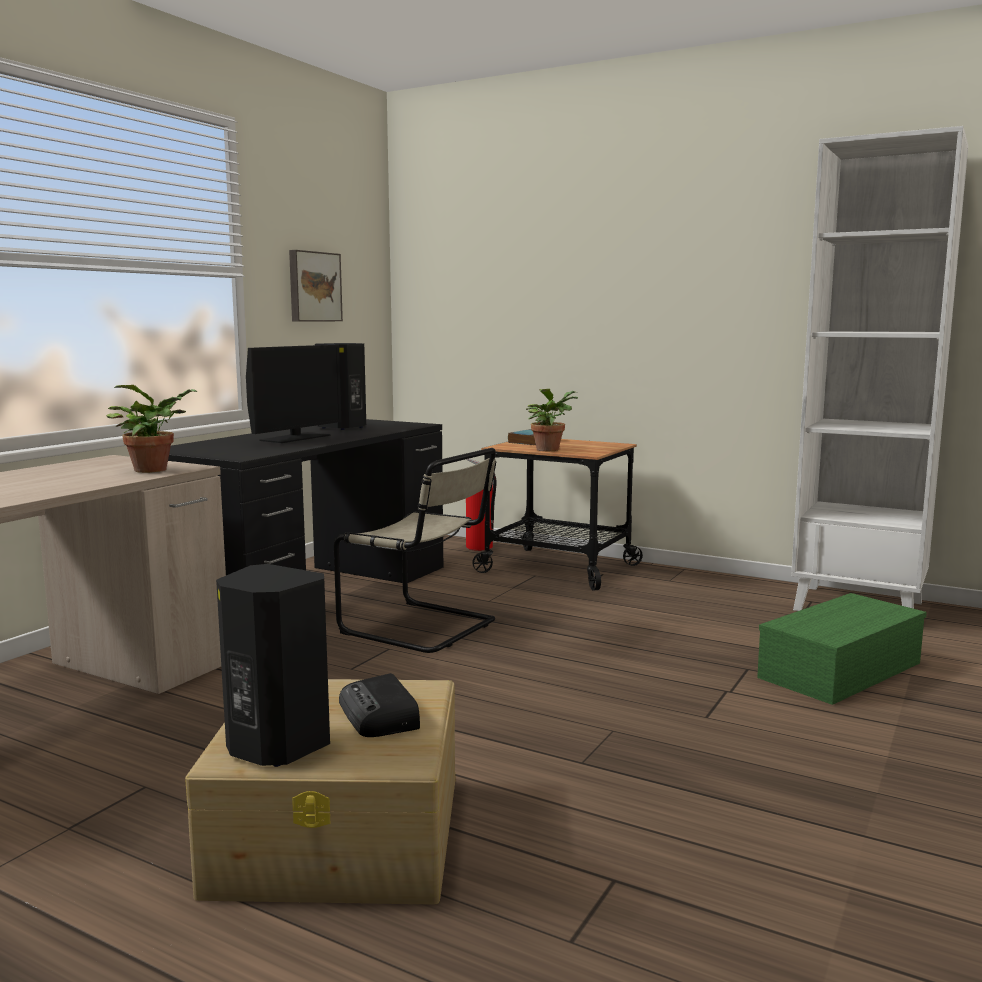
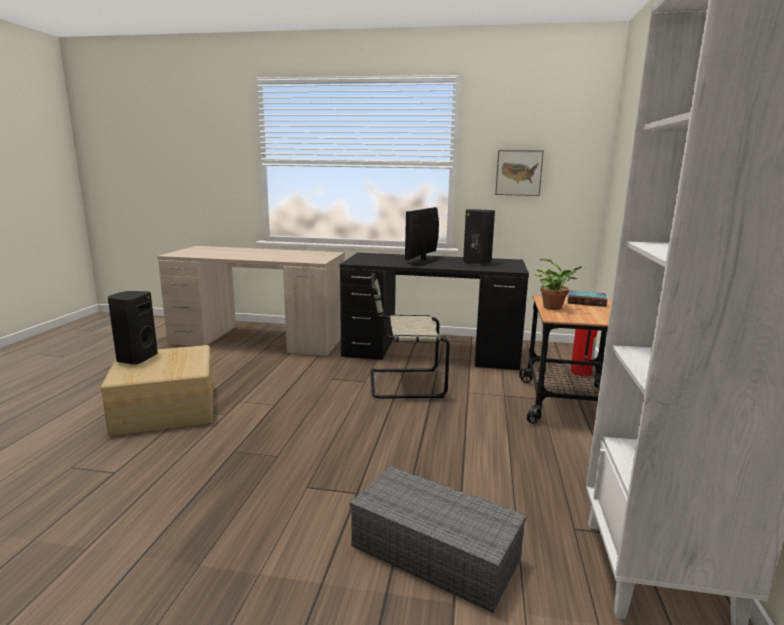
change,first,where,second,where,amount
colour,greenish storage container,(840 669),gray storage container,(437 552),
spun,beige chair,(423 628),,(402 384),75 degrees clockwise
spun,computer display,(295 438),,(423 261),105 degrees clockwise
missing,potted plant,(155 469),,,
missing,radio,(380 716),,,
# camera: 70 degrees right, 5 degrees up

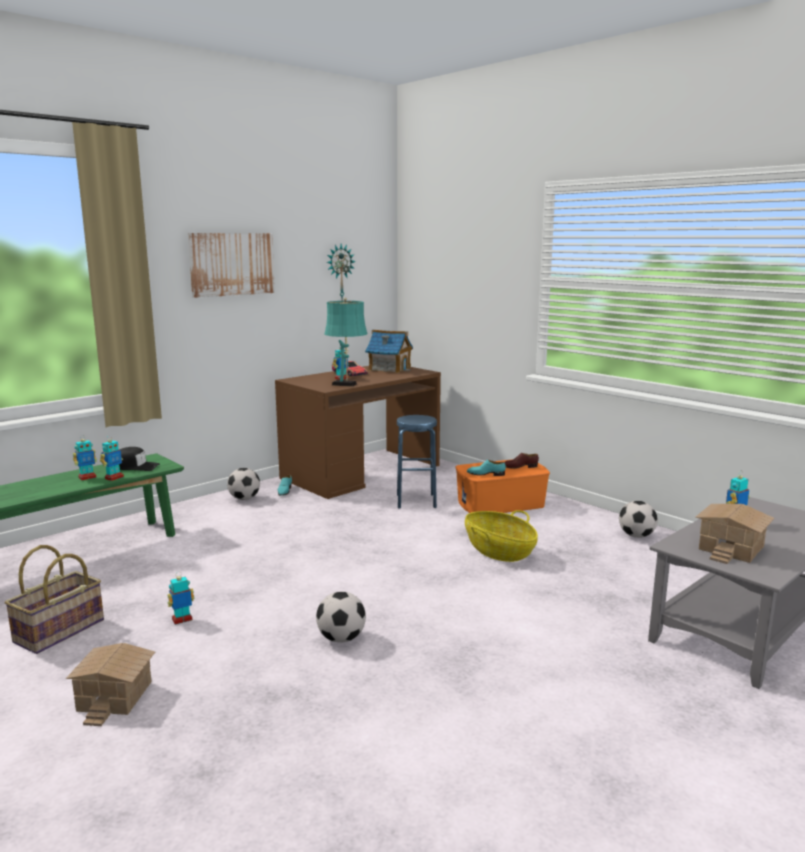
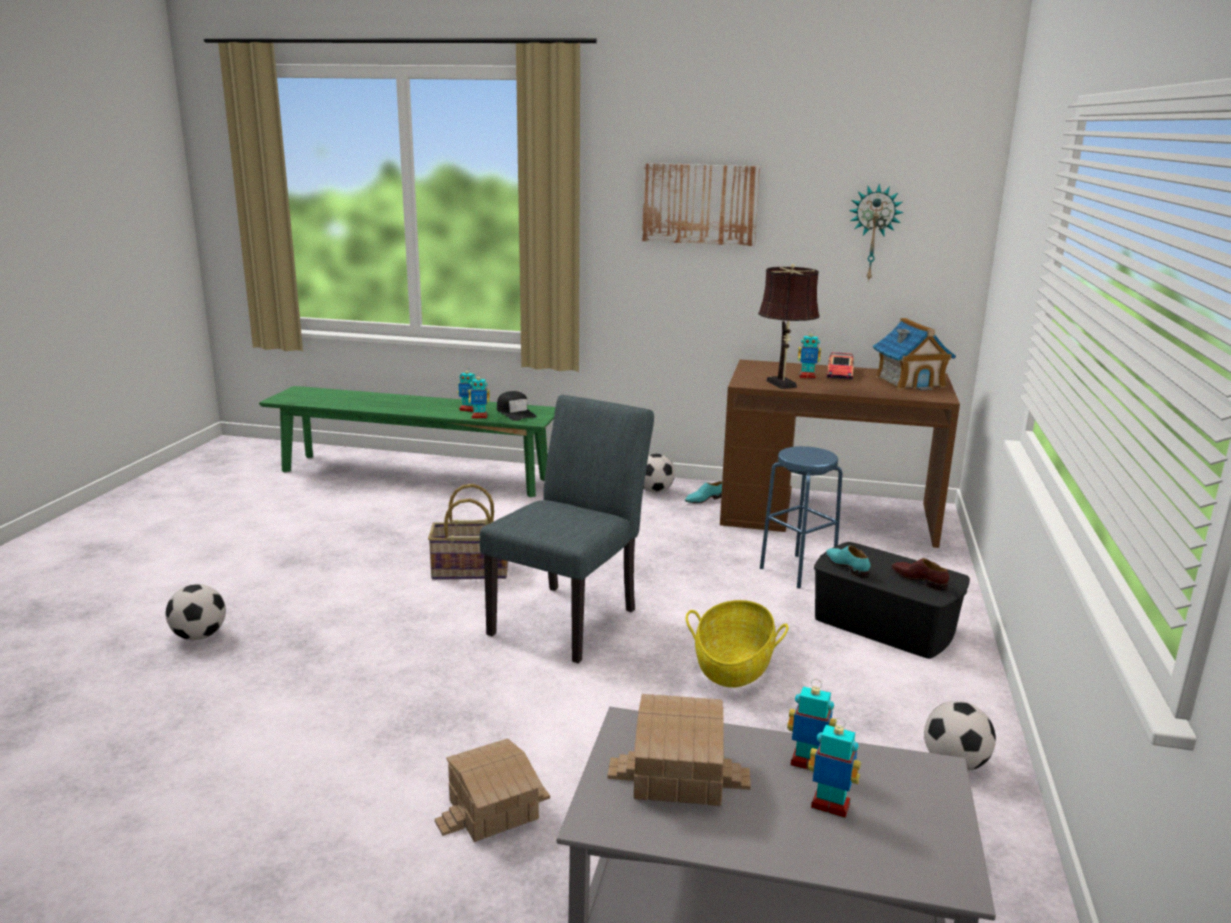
change,first,where,second,where,amount
relocated,ball for football,(341 638),,(199 636),
relocated,household basket,(60 631),,(470 571),
relocated,model house,(113 696),,(492 808),
appeared,,,gray chair,(570 617),
colour,turquoise lamp for a table,(346 384),brown lamp for a table,(782 385),
relocated,model robot,(182 620),,(830 806),
colour,orange-coloured storage container,(501 504),black-coloured storage container,(884 625),
# camera: 55 degrees right, 5 degrees up

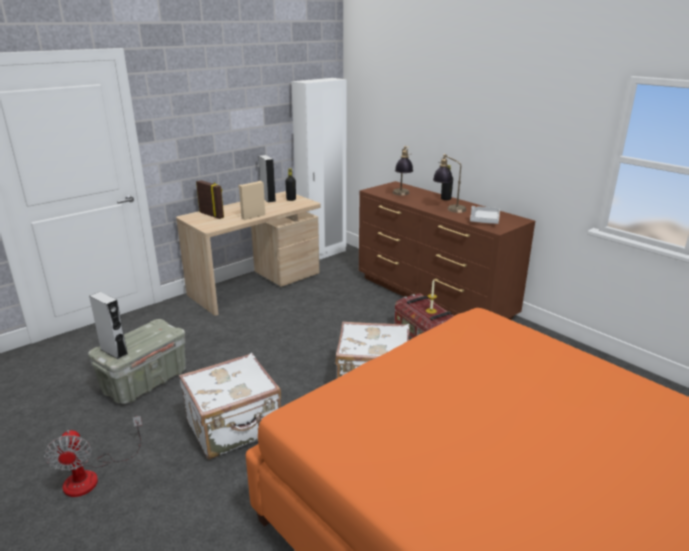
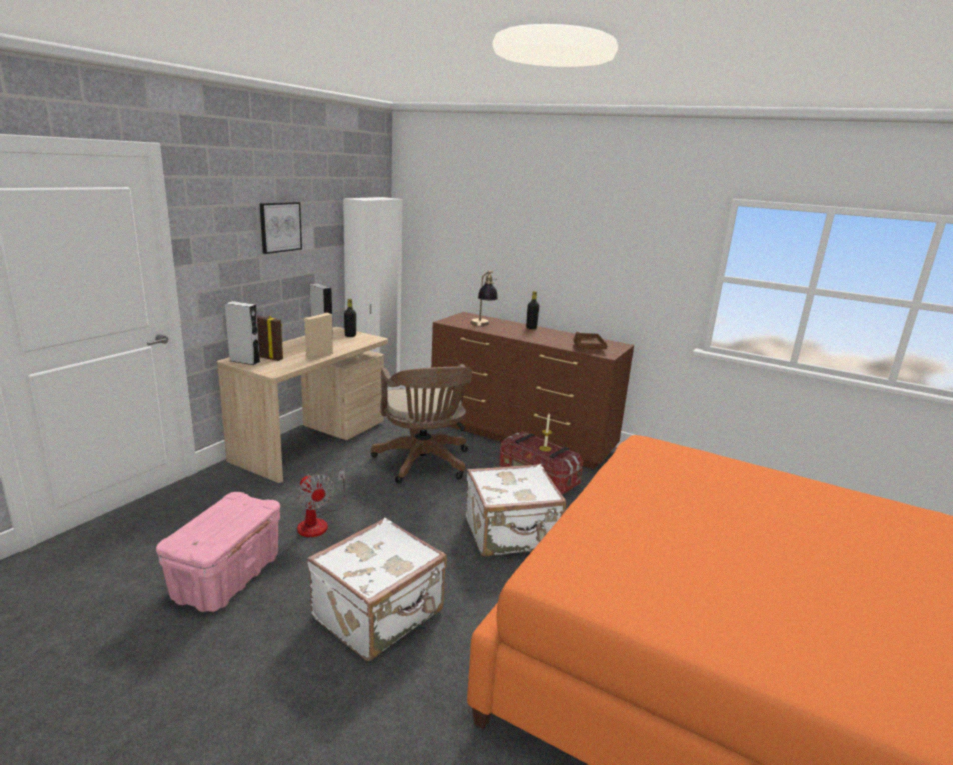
change,first,where,second,where,amount
colour,gray storage container,(145 381),pink-coloured storage container,(227 577),
relocated,gray audio speaker,(114 351),,(244 361),
appeared,,,wall art,(280 227),
relocated,fan,(92 476),,(318 522),
appeared,,,brown computer chair,(423 464),
colour,gray carrying tray,(484 220),brown carrying tray,(587 347),
missing,lamp for a table,(448 209),,,
# camera: 20 degrees left, 5 degrees down

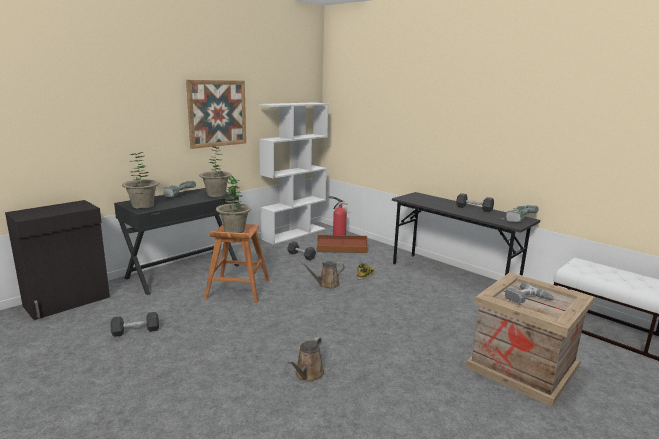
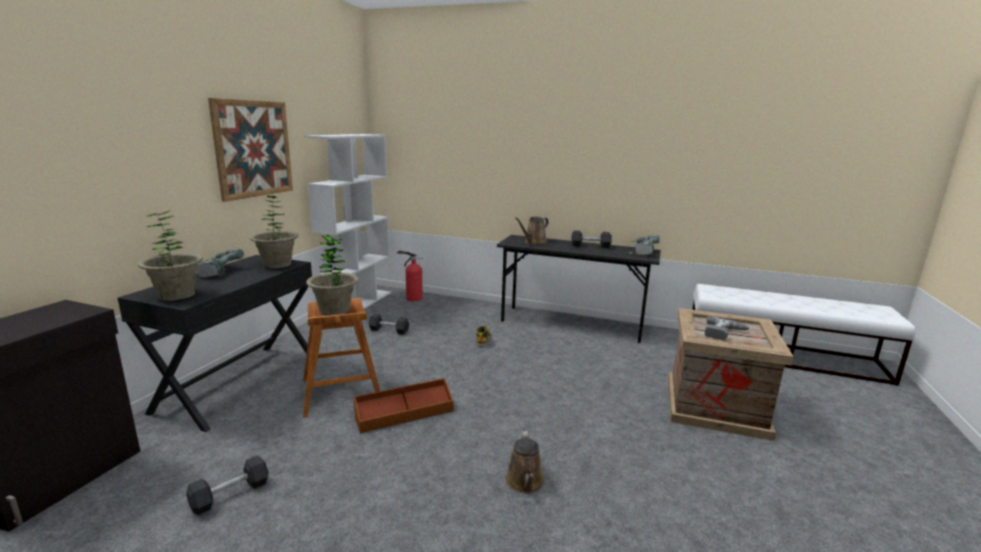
change,first,where,second,where,amount
relocated,brown storage container,(341 249),,(404 414),
relocated,brown sprinkling can,(326 284),,(534 242),
# camera: 25 degrees left, 0 degrees up

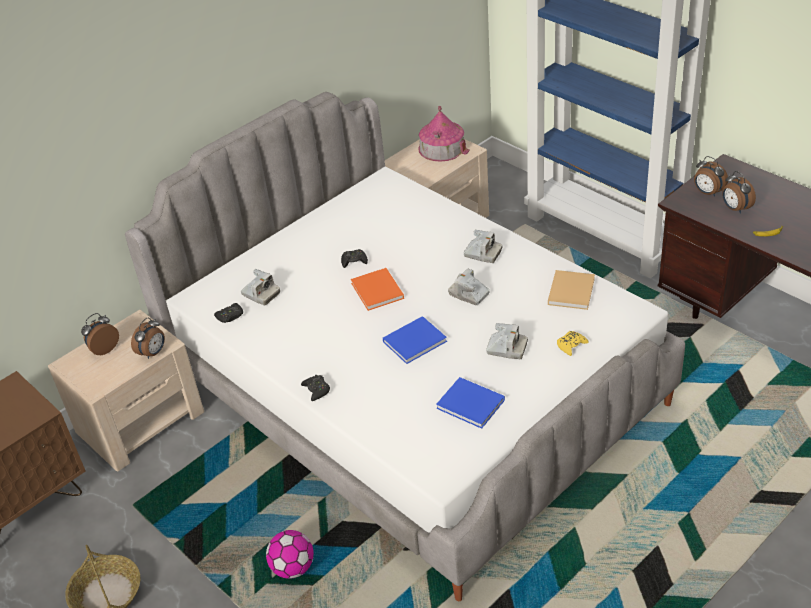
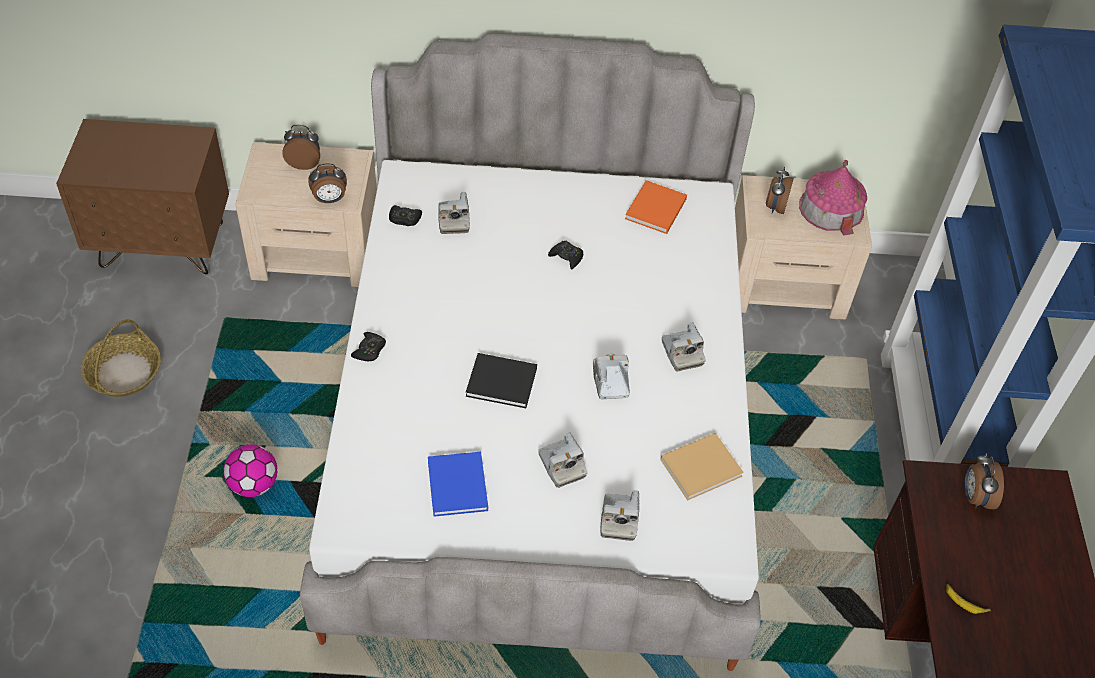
change,first,where,second,where,amount
colour,blue-coloured book,(416 341),black-coloured book,(503 383),
exchanged,yellow-coloured joypad,(571 345),still camera,(619 519),
relocated,orange-coloured book,(378 292),,(655 210),
relocated,table clock,(735 208),,(775 207),
# camera: 40 degrees right, 10 degrees up

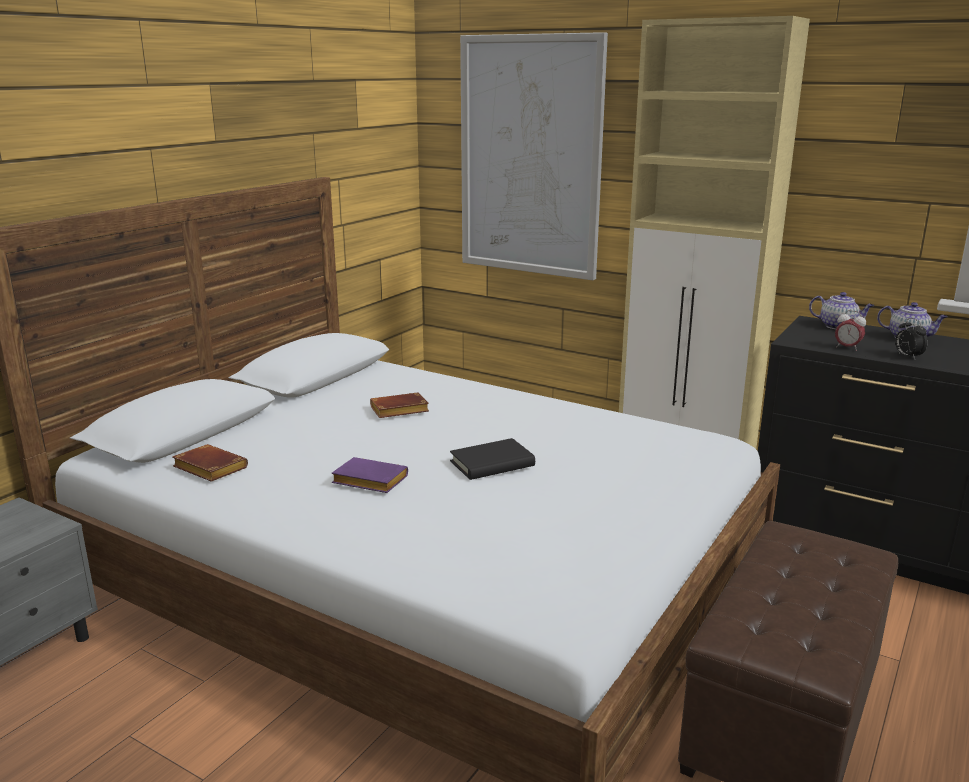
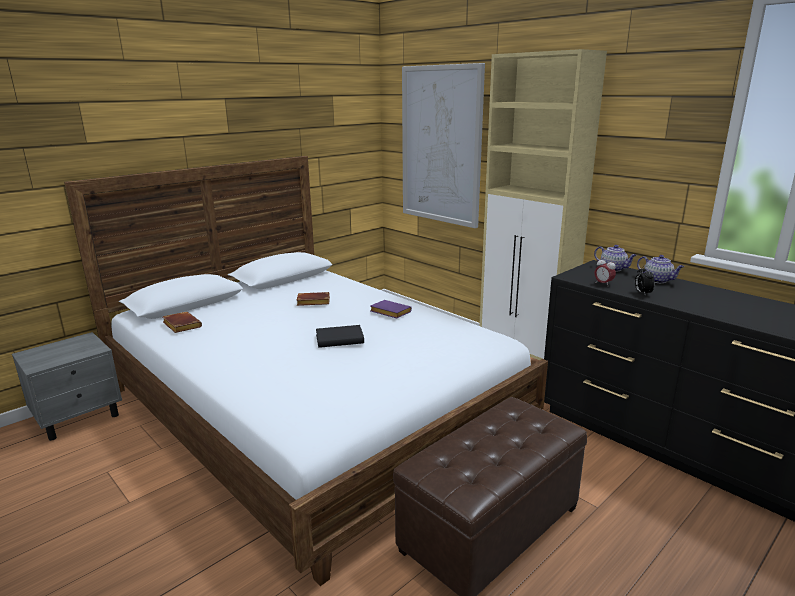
change,first,where,second,where,amount
relocated,purple book,(367 481),,(389 312),
# camera: 15 degrees right, 0 degrees up

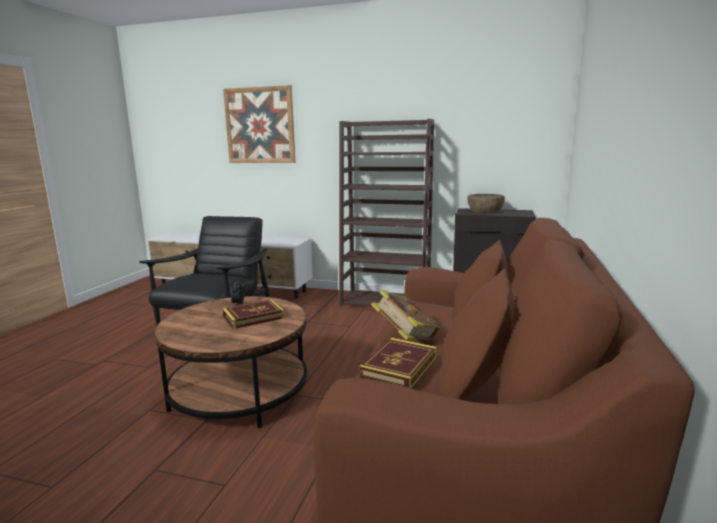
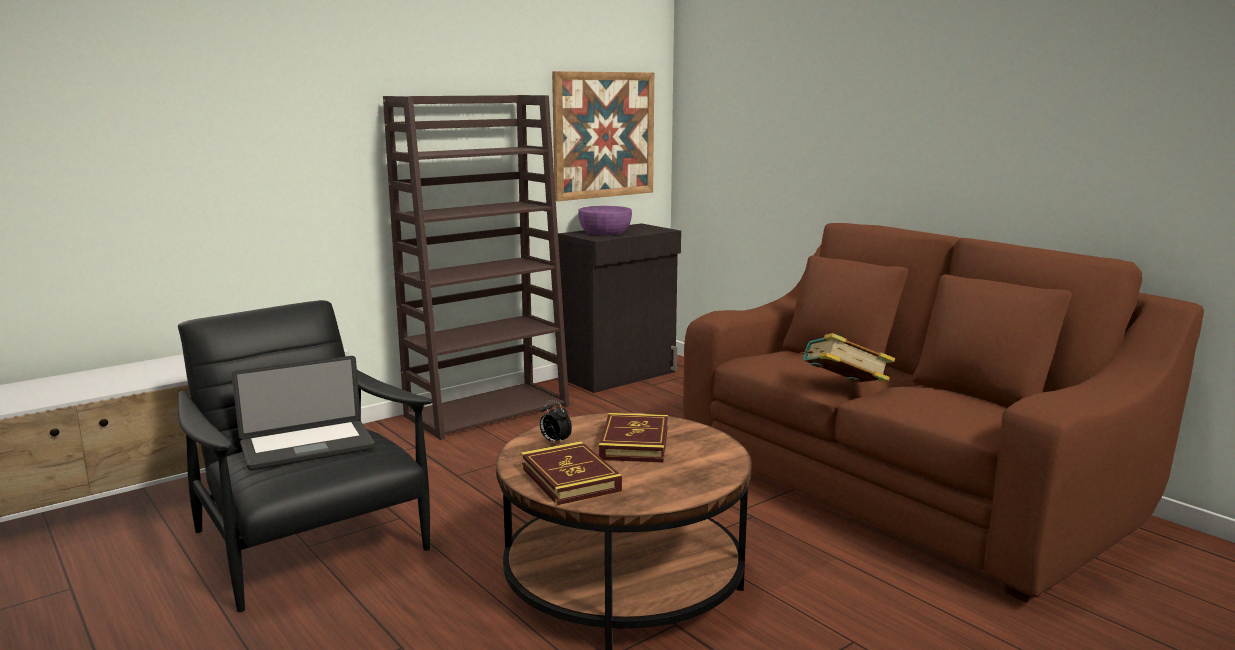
change,first,where,second,where,amount
appeared,,,laptop,(307 447),
relocated,book,(399 367),,(570 479),
relocated,wall art,(259 125),,(604 135),
colour,brown bowl,(485 211),purple bowl,(605 232),
# camera: 55 degrees left, 0 degrees up

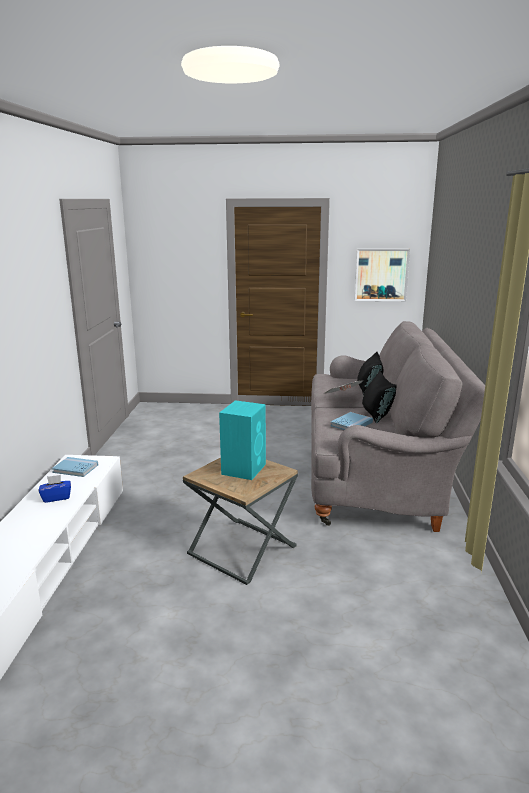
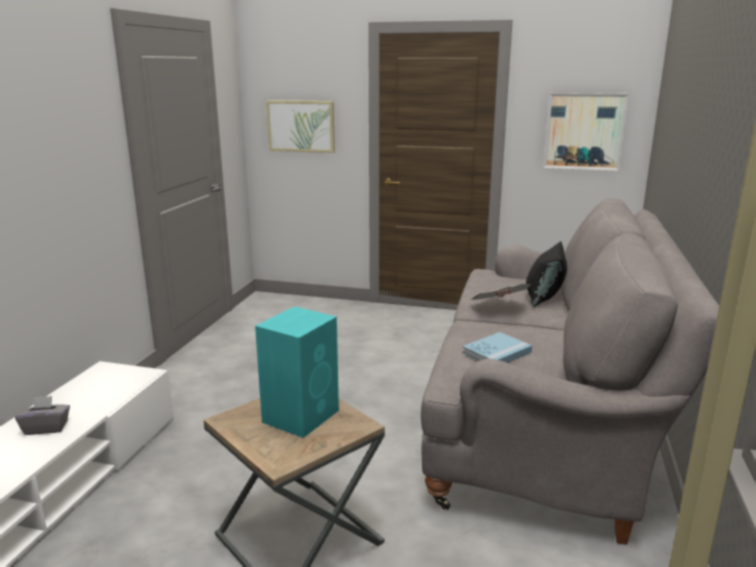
change,first,where,second,where,amount
colour,blue-coloured tissue box,(56 497),gray tissue box,(46 428),
appeared,,,wall art,(301 126),
missing,blue-coloured book,(75 468),,,
missing,black-coloured cushion,(376 415),,,
# camera: 10 degrees right, 0 degrees up

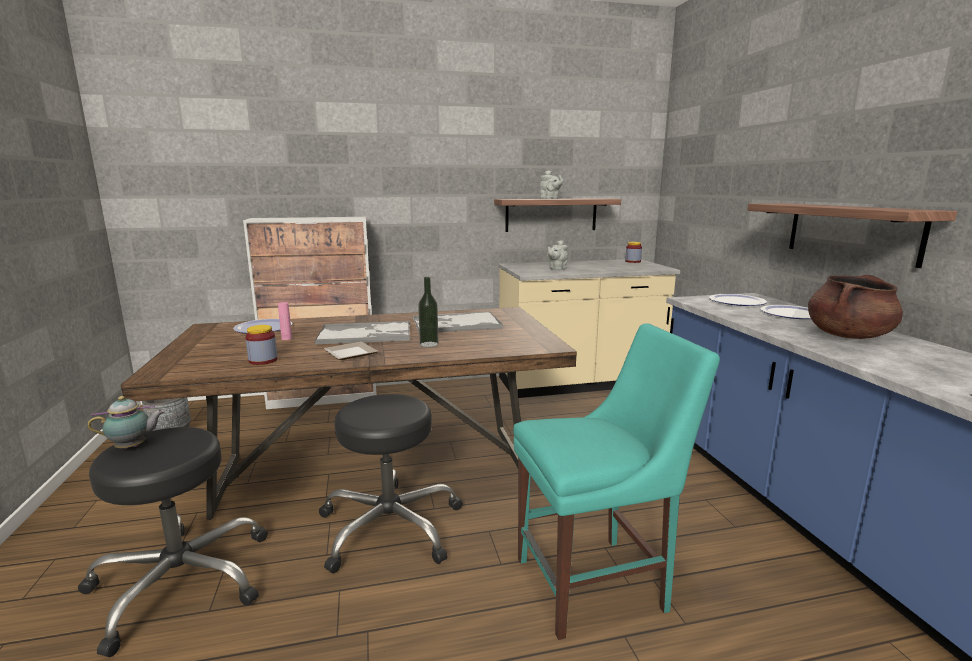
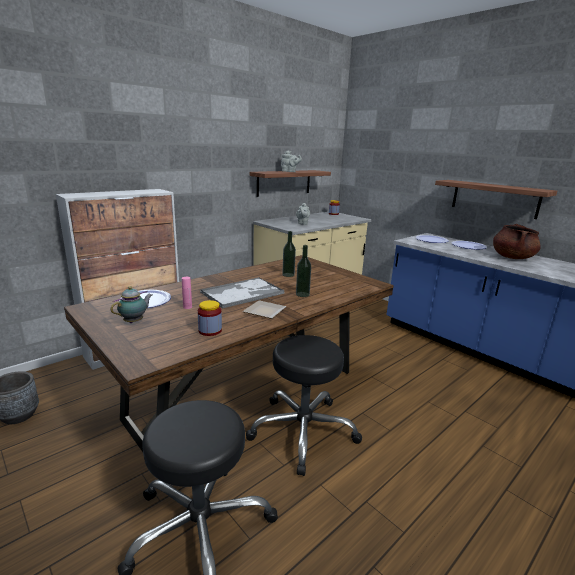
change,first,where,second,where,amount
relocated,tea pot,(133 447),,(135 321),
exchanged,carrying tray,(455 324),drink bottle,(288 275),
missing,turquoise chair,(597 583),,,
# camera: 30 degrees left, 5 degrees up

